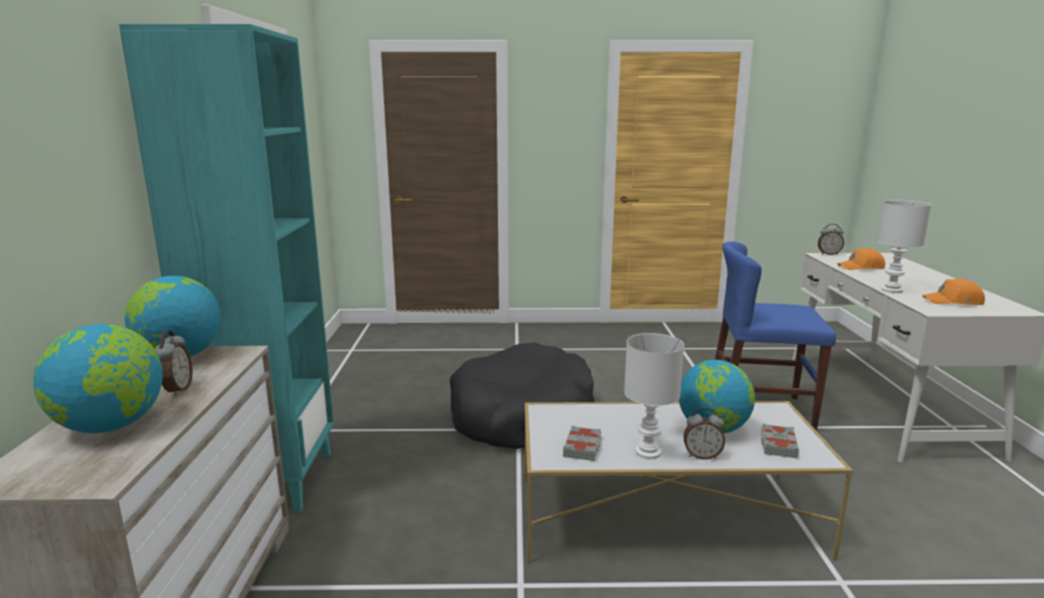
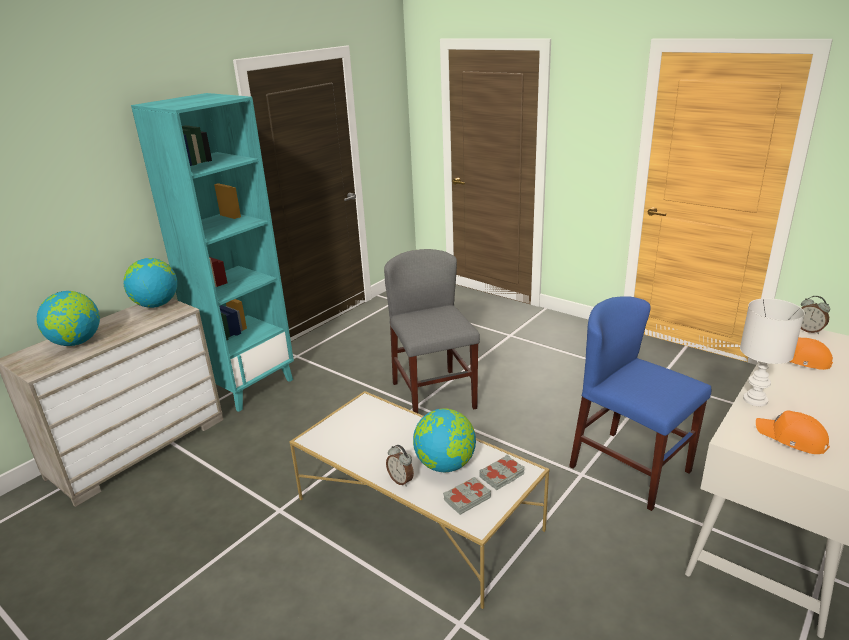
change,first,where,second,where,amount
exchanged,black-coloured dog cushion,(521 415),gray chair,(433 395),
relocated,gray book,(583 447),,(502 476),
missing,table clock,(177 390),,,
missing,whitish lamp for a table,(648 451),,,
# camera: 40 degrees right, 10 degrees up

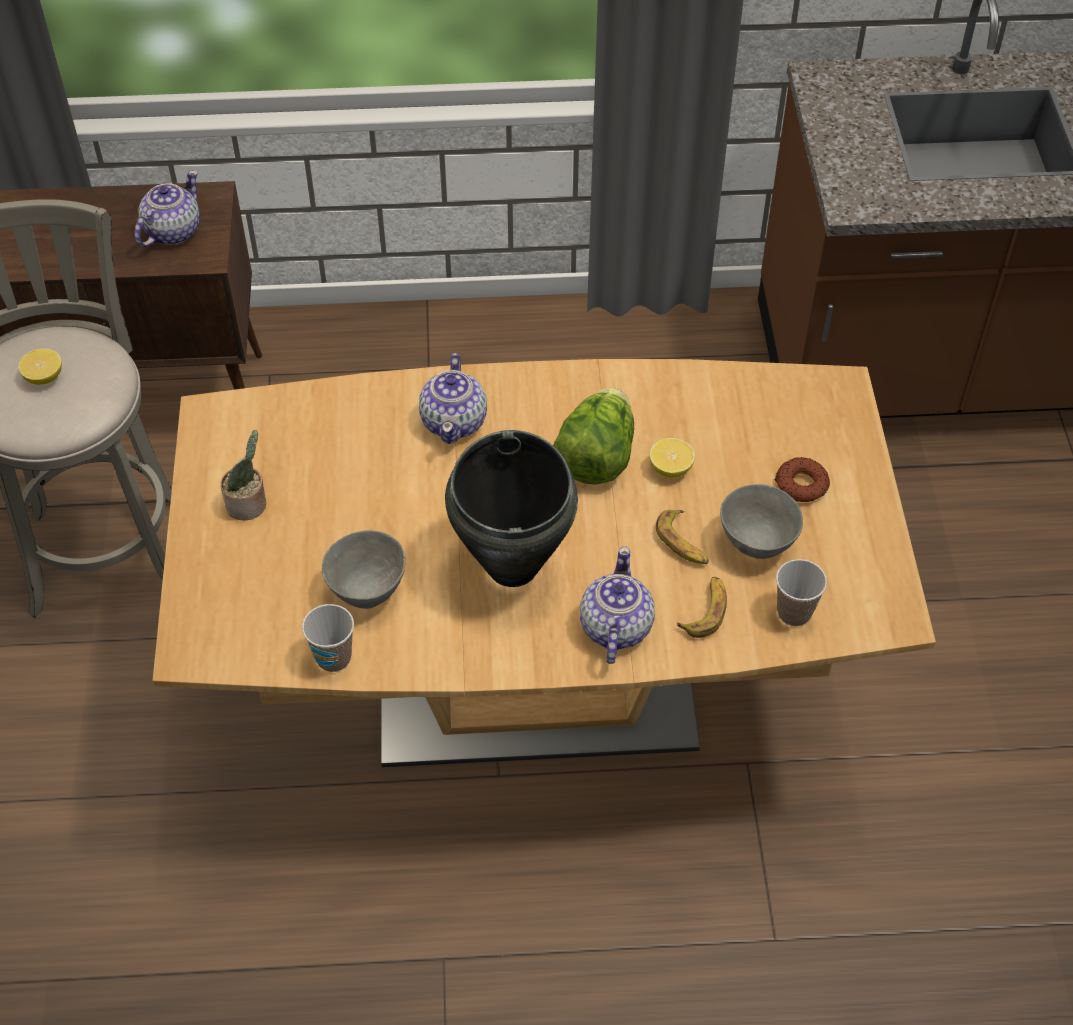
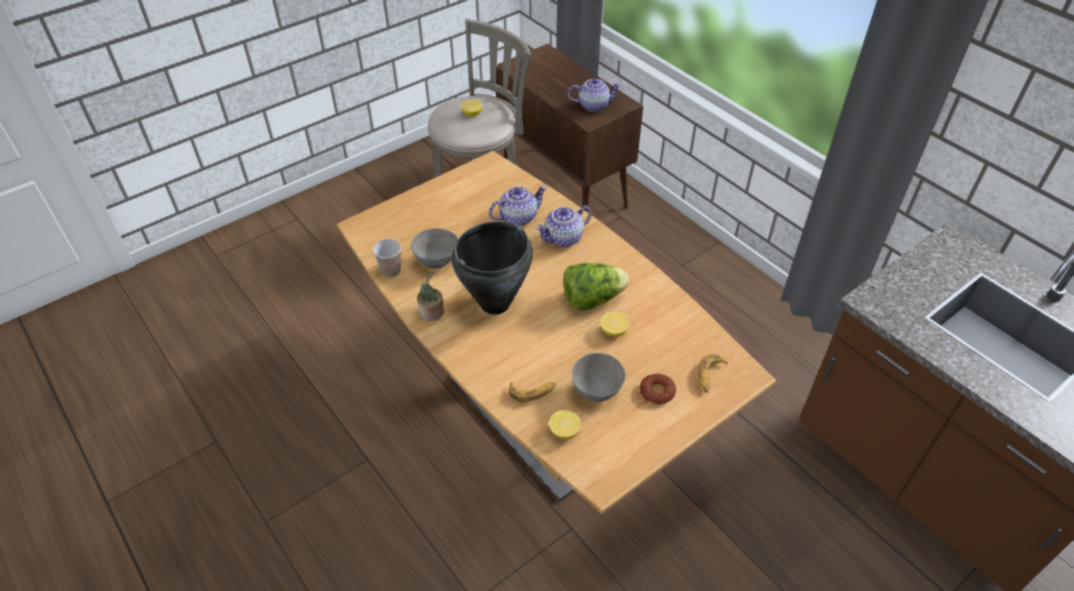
change,first,where,second,where,amount
relocated,potted plant,(249 505),,(432 313),
relocated,tea pot,(615 628),,(517 217),
exchanged,small cup,(794 612),whole lemon,(564 431),
relocated,whole banana,(683 543),,(709 376),
# camera: 55 degrees right, 5 degrees down

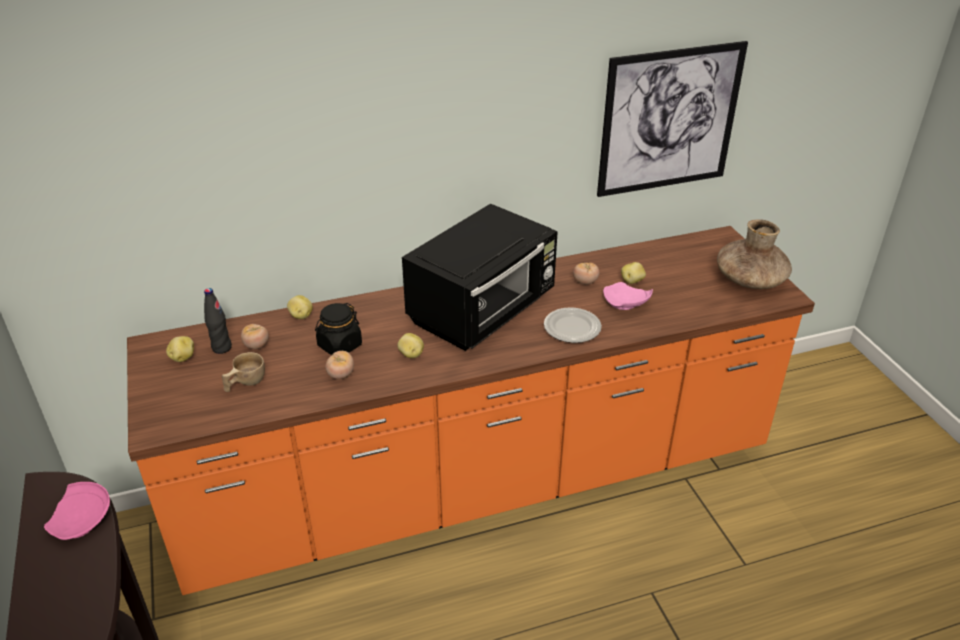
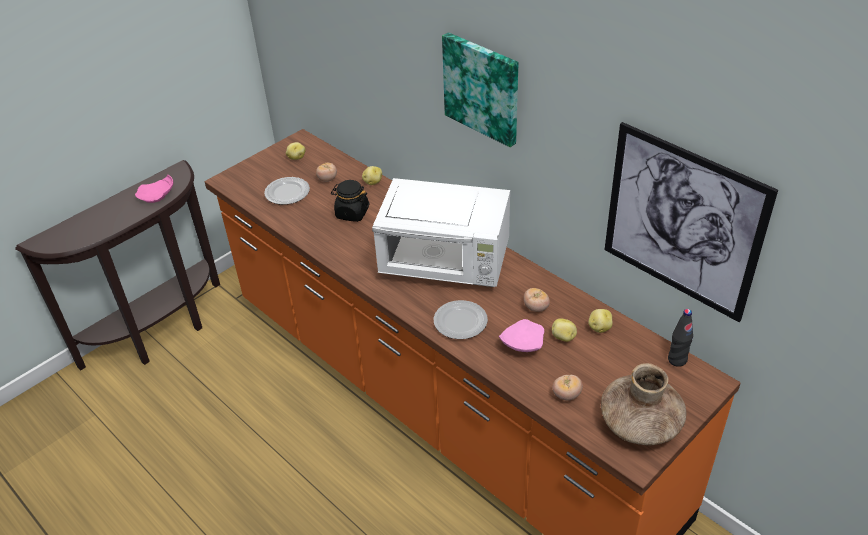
change,first,where,second,where,amount
exchanged,beige small cup,(245 383),flat dish,(287 193),
colour,black-coloured microwave,(483 310),whitish microwave,(446 264),
appeared,,,wall art,(482 88),
relocated,tomato,(341 375),,(566 395),
relocated,potato,(411 354),,(599 328),
relocated,black-coloured drink bottle,(221 348),,(677 360),
# camera: 65 degrees right, 5 degrees up

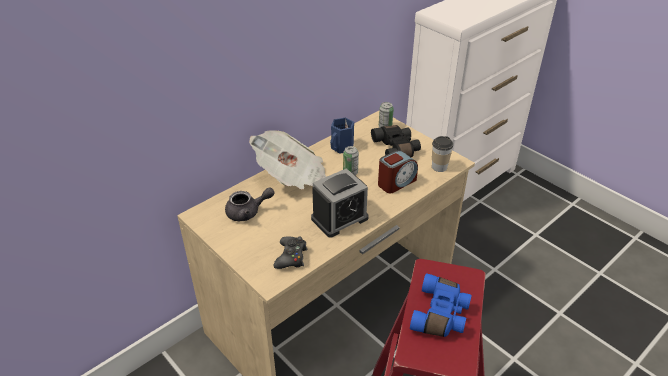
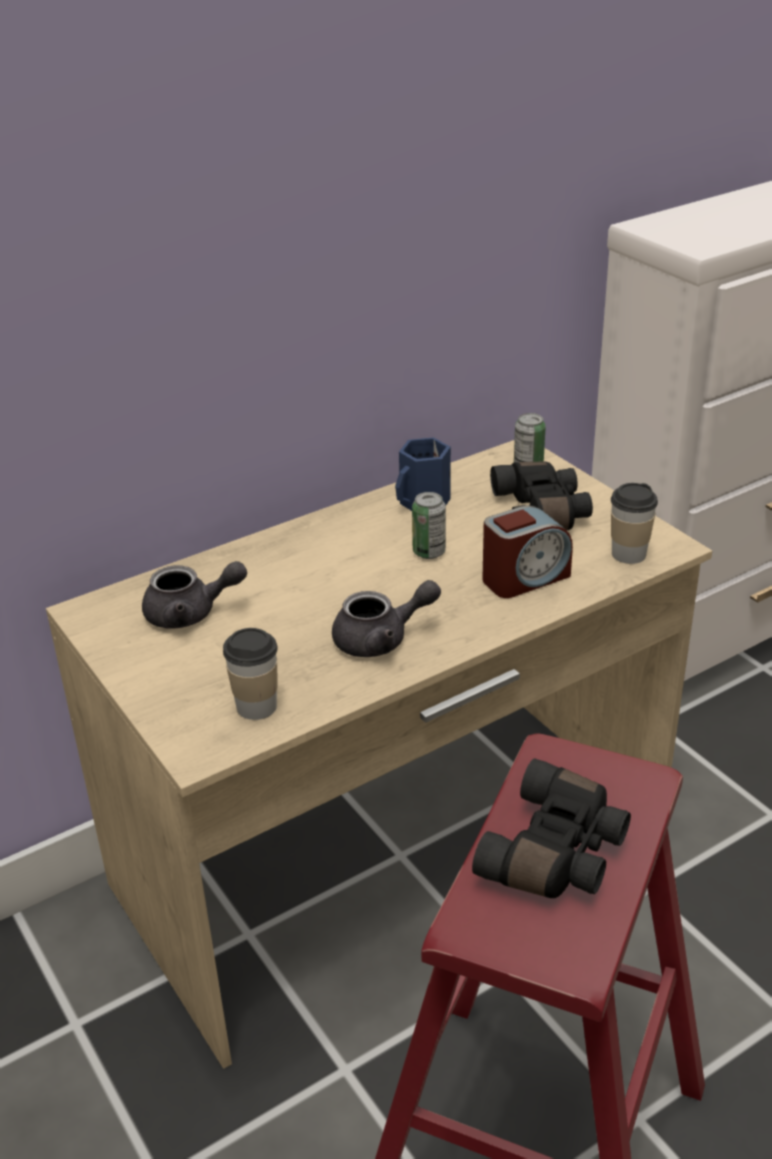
change,first,where,second,where,amount
exchanged,black-coloured joypad,(291 257),small cup,(256 706),
exchanged,table clock,(339 218),gray tea pot,(381 639),
colour,blue-coloured binoculars,(441 315),black-coloured binoculars,(557 853),
missing,daily paper,(293 178),,,
# camera: 10 degrees right, 5 degrees down

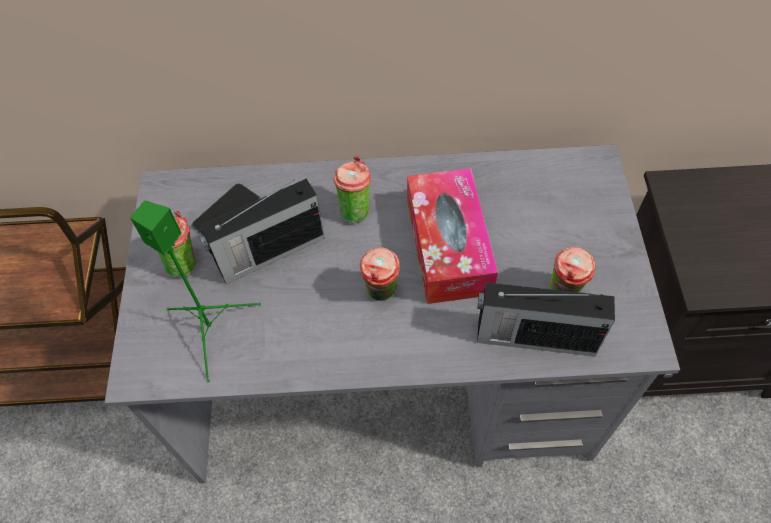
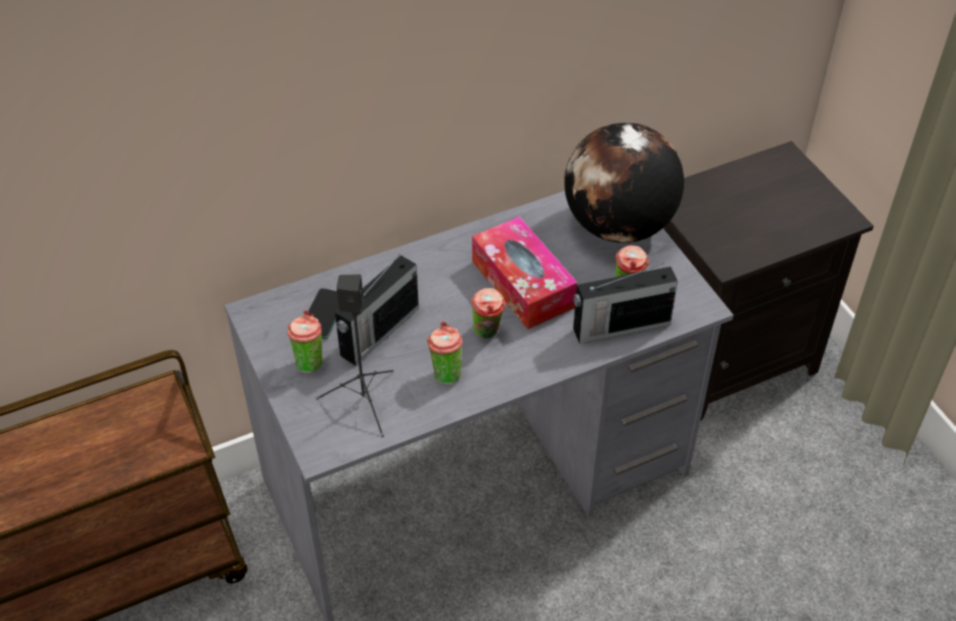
change,first,where,second,where,amount
colour,greenish audio speaker,(212 329),black-coloured audio speaker,(364 400),
relocated,small cup,(355 209),,(445 373),
appeared,,,desk globe,(618 226),
# camera: 25 degrees left, 10 degrees down

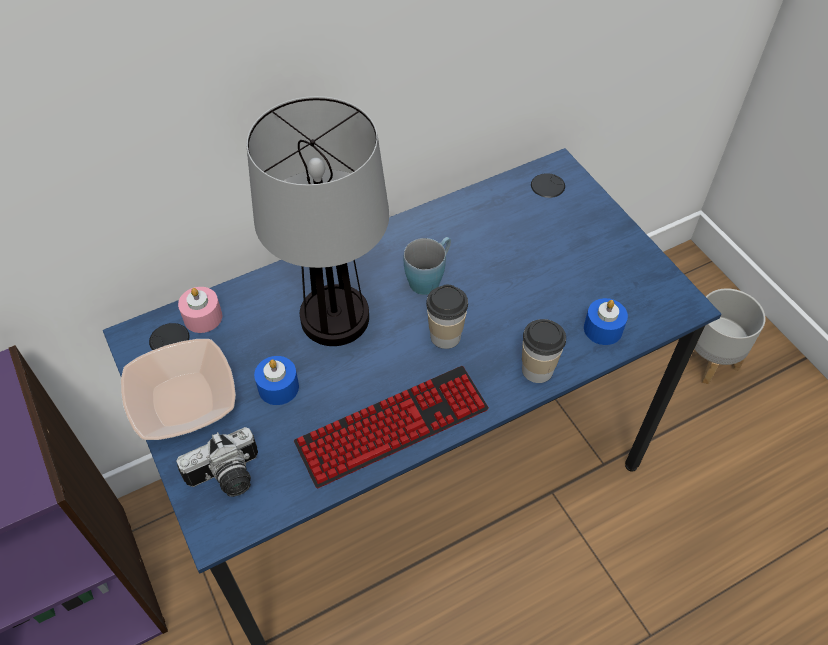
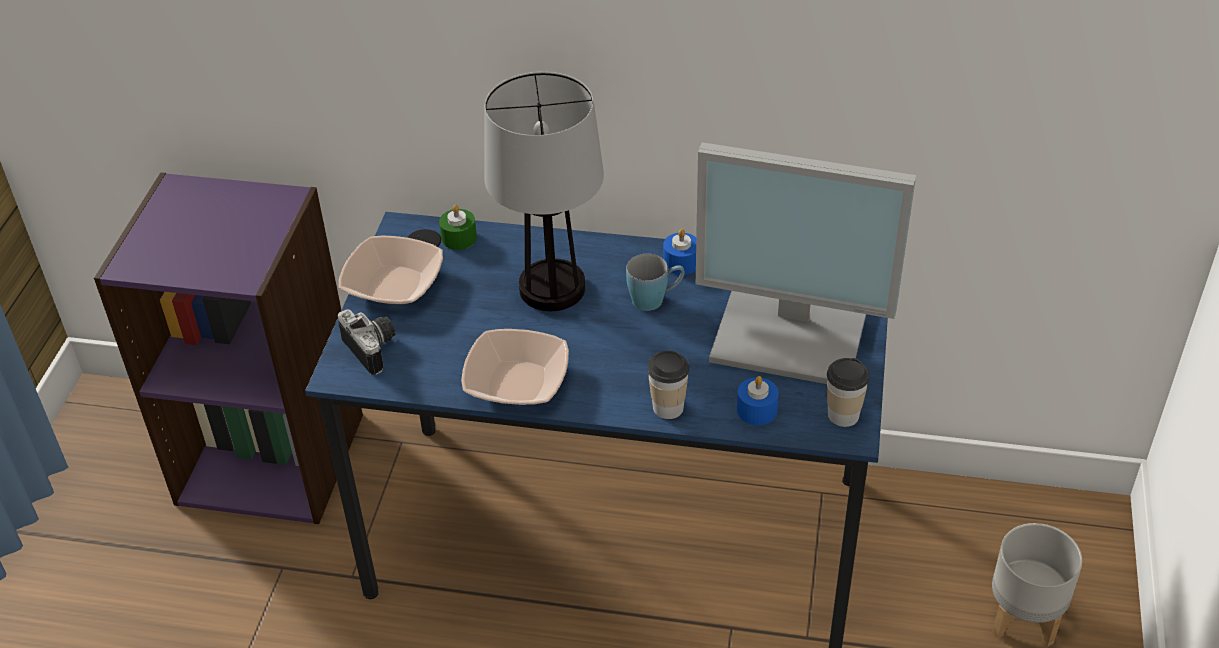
change,first,where,second,where,amount
spun,still camera,(227 478),,(374 348),135 degrees counterclockwise
colour,pink-coloured wax light,(203 317),greenish wax light,(459 238),
exchanged,computer keyboard,(392 427),bowl,(517 382),
relocated,blue-coloured wax light,(278 387),,(681 262),
appeared,,,computer display,(794 330),
relocated,small cup,(445 336),,(843 415),
# camera: 40 degrees right, 10 degrees down

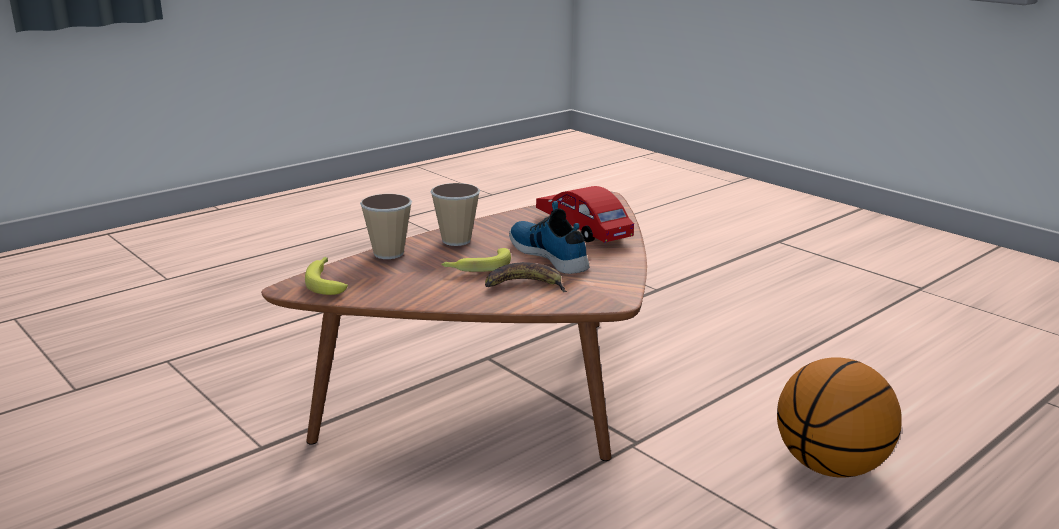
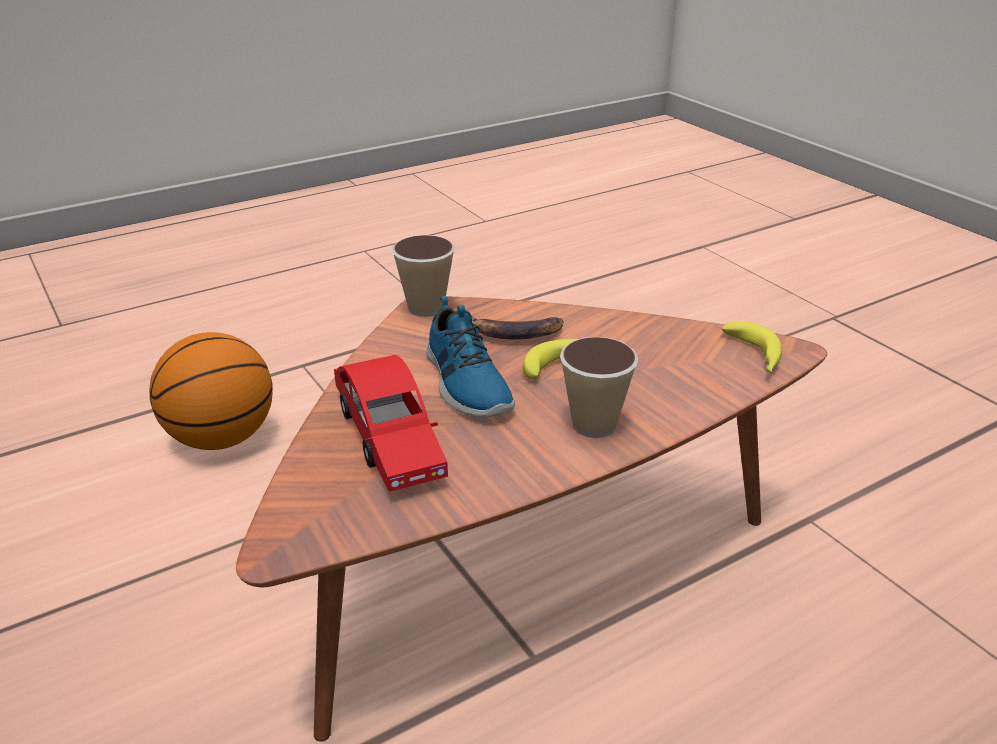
change,first,where,second,where,amount
relocated,small cup,(388 253),,(426 308),
# camera: 170 degrees left, 10 degrees up

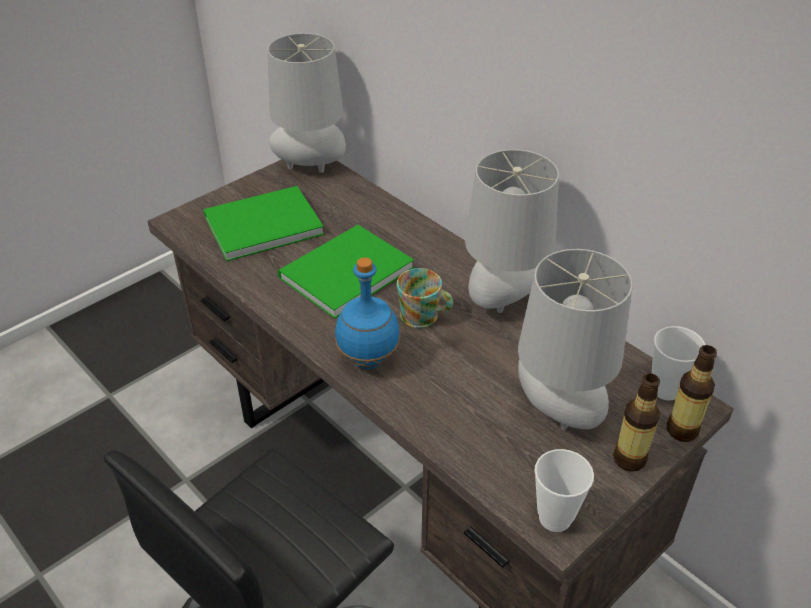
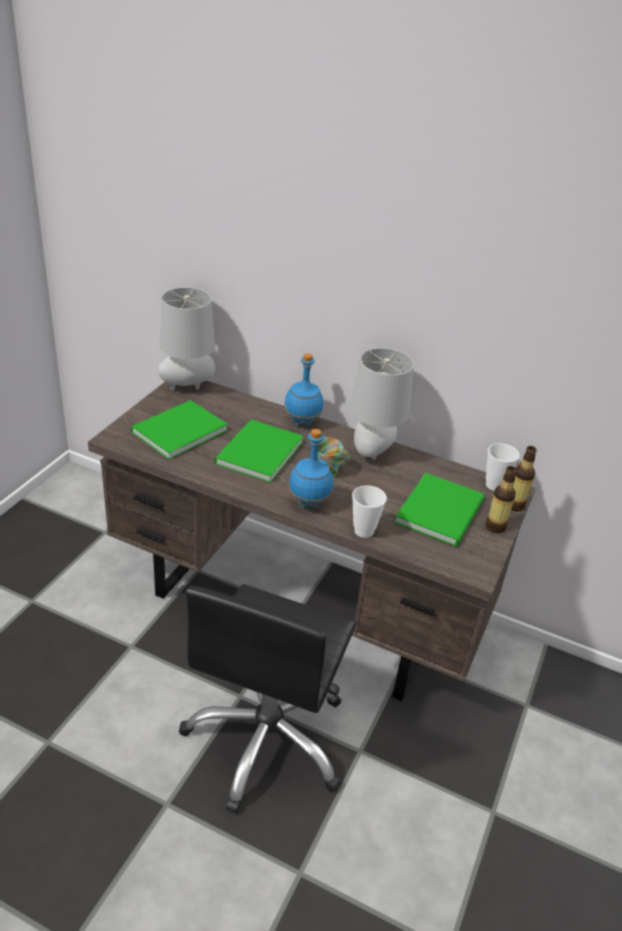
change,first,where,second,where,amount
appeared,,,blue-coloured drink bottle,(302 423),
relocated,small cup,(555 518),,(364 531),
exchanged,gray lamp for a table,(559 413),greenish book,(443 510),
# camera: 25 degrees left, 5 degrees down

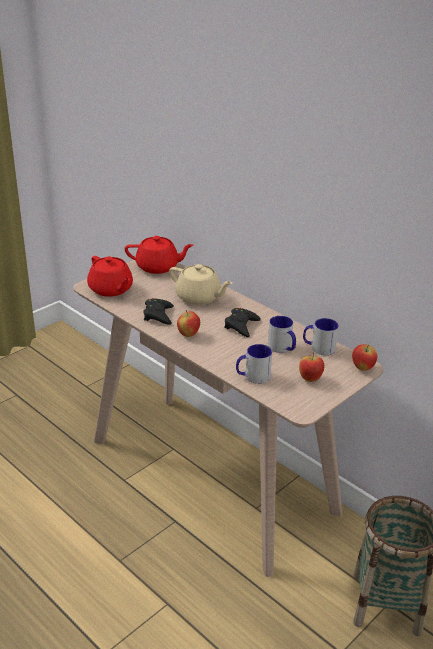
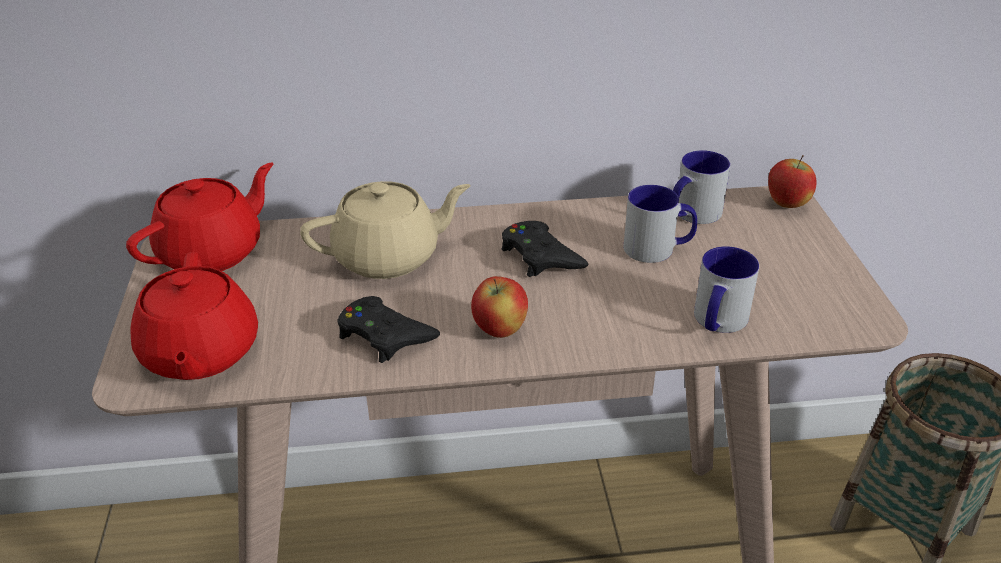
change,first,where,second,where,amount
spun,red-coloured tea pot,(111 289),,(200 354),75 degrees clockwise
missing,apple,(310 379),,,
# camera: 50 degrees left, 5 degrees up

